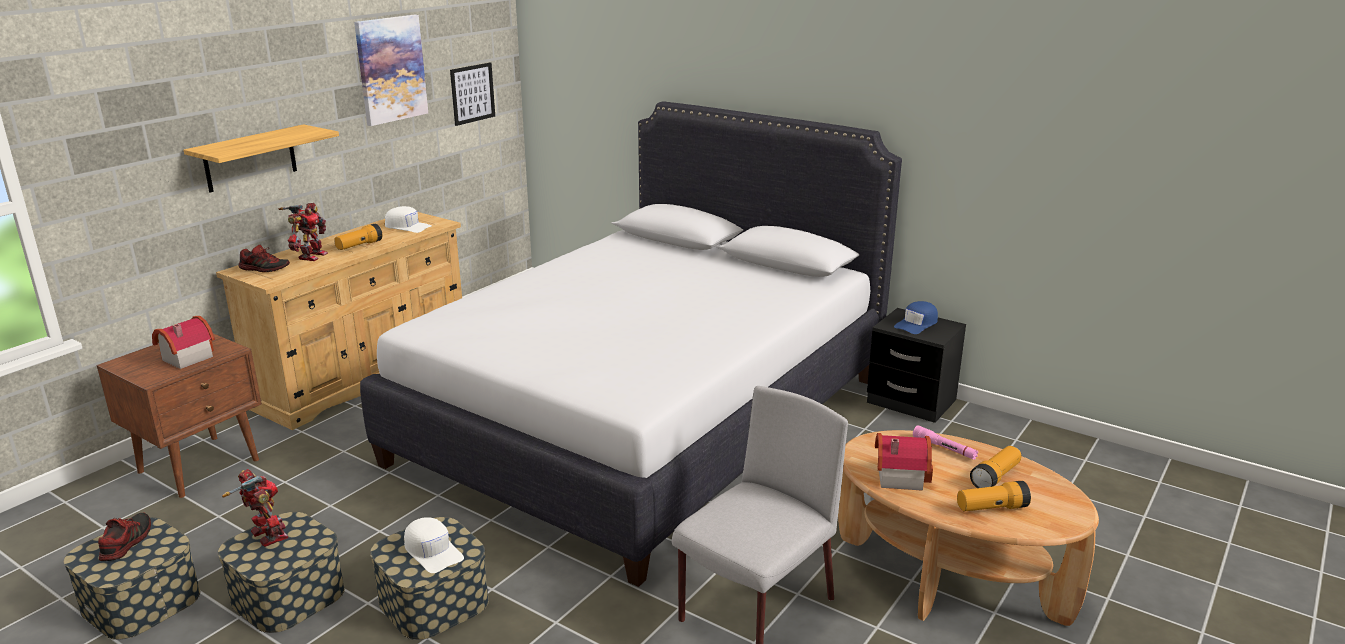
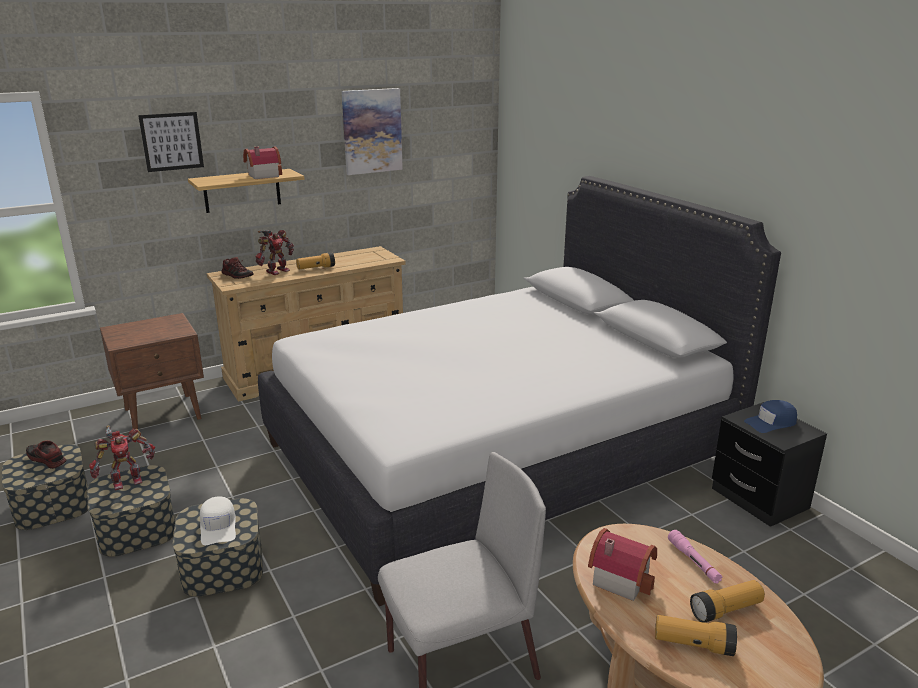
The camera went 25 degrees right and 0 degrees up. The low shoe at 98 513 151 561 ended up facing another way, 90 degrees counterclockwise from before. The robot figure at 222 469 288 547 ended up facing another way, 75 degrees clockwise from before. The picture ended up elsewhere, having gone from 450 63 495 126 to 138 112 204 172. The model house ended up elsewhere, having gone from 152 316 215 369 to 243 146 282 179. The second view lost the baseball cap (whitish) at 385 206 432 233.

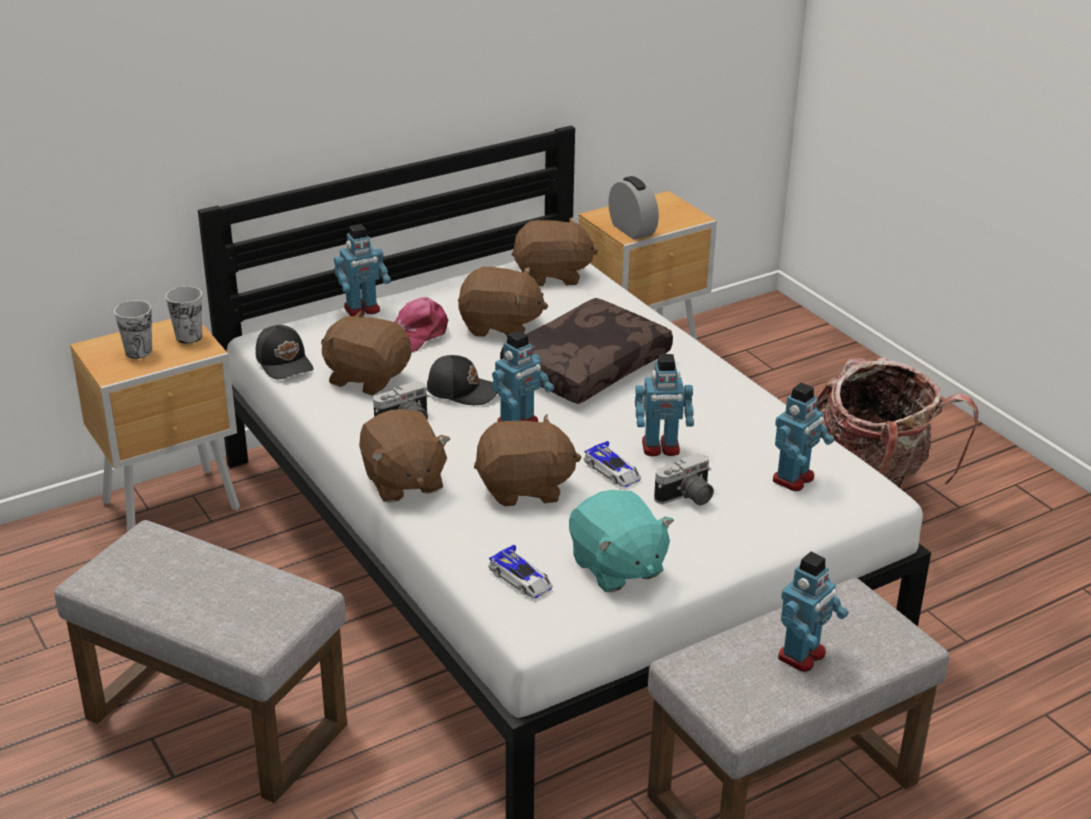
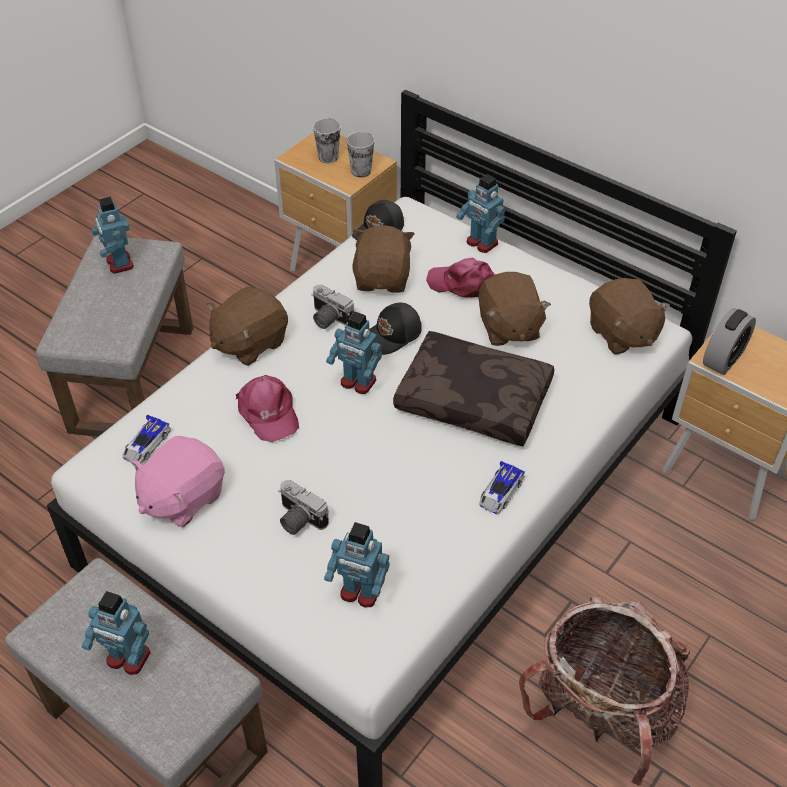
The camera went 70 degrees right and 15 degrees up. The robot figure ended up elsewhere, having gone from 635 354 694 456 to 91 197 134 274. What was the soft toy (turquoise) at 569 490 674 592 turned into the soft toy (pink) at 131 436 225 527. Where the soft toy (brown) stood at 474 415 582 506, the baseball cap (pink) came to stand at 235 375 299 442. The baseball cap (black-coloured) at 427 355 497 405 ended up facing another way, 60 degrees clockwise from before. The model car ended up elsewhere, having gone from 584 441 641 487 to 479 461 525 514.

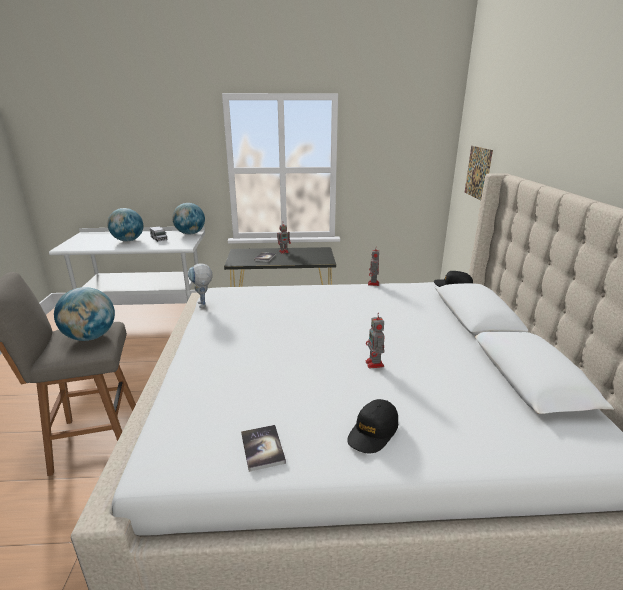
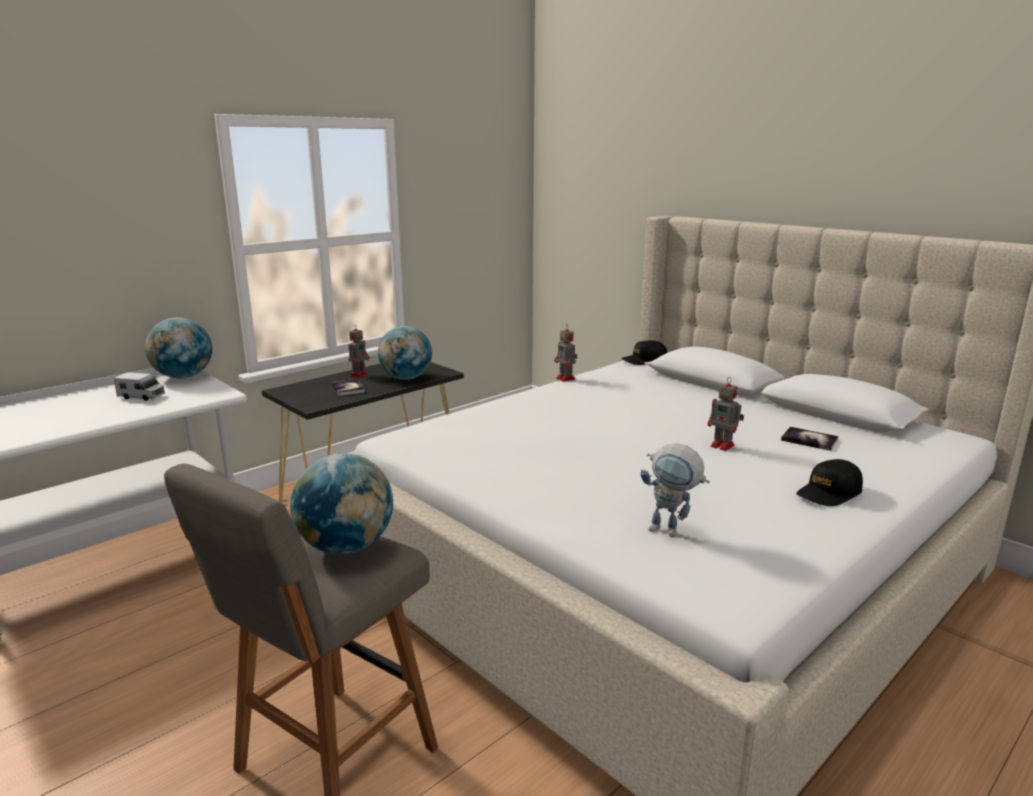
The camera went 40 degrees left and 5 degrees down. The desk globe ended up elsewhere, having gone from 107 208 143 241 to 378 326 432 380. The robot figure ended up elsewhere, having gone from 188 263 213 308 to 640 443 709 537. The bound book ended up elsewhere, having gone from 241 425 286 472 to 781 427 839 451. The baseball cap (black-coloured) at 347 399 398 453 ended up facing another way, 60 degrees clockwise from before. The second view lost the picture at 464 146 493 200.

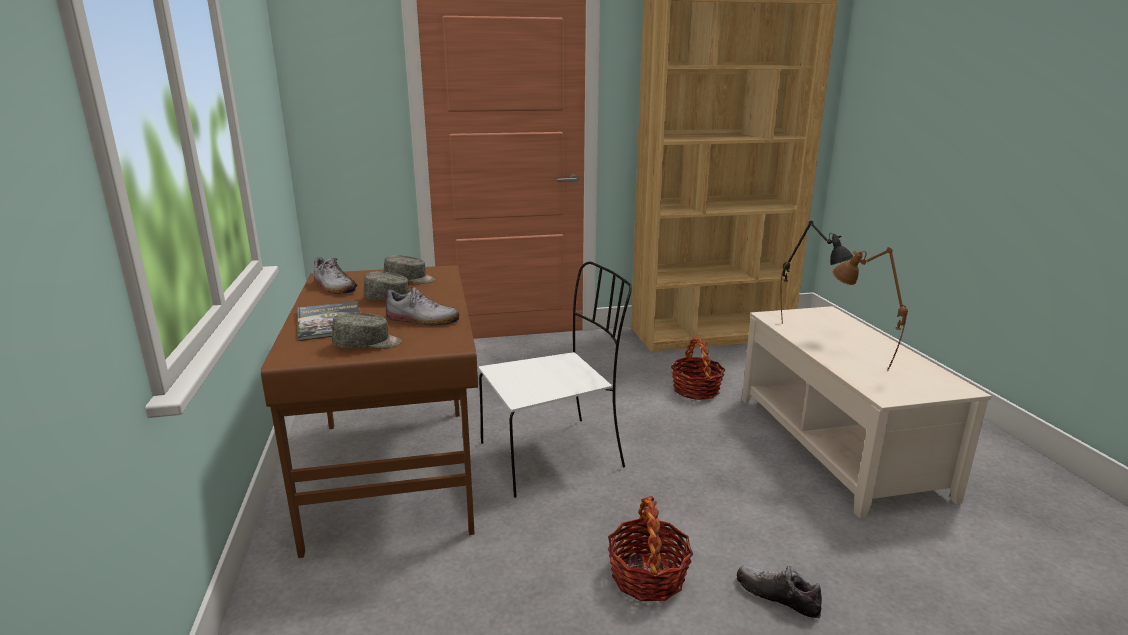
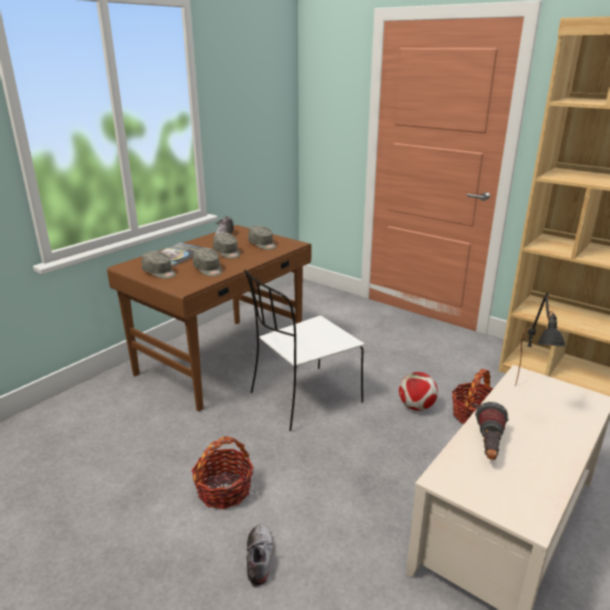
The camera went 50 degrees right and 5 degrees up. Where the low shoe stood at 386 287 459 325, the baseball cap (grey) came to stand at 193 248 222 276. The upright chair (whitish) at 479 261 632 498 ended up facing another way, 120 degrees clockwise from before. The second view gained the football ball at 399 372 438 411. Where the lamp for a table (brown) stood at 832 247 908 372, the flashlight came to stand at 475 402 509 460.

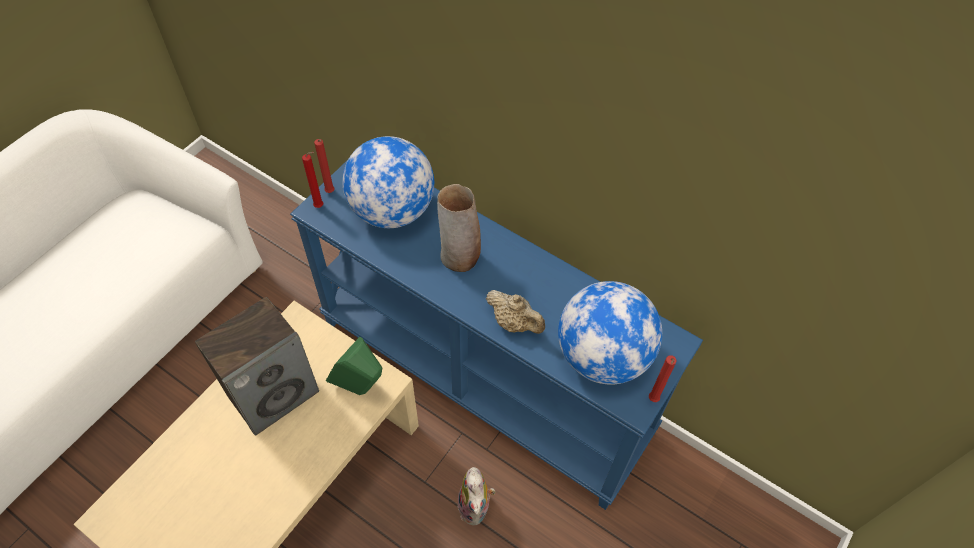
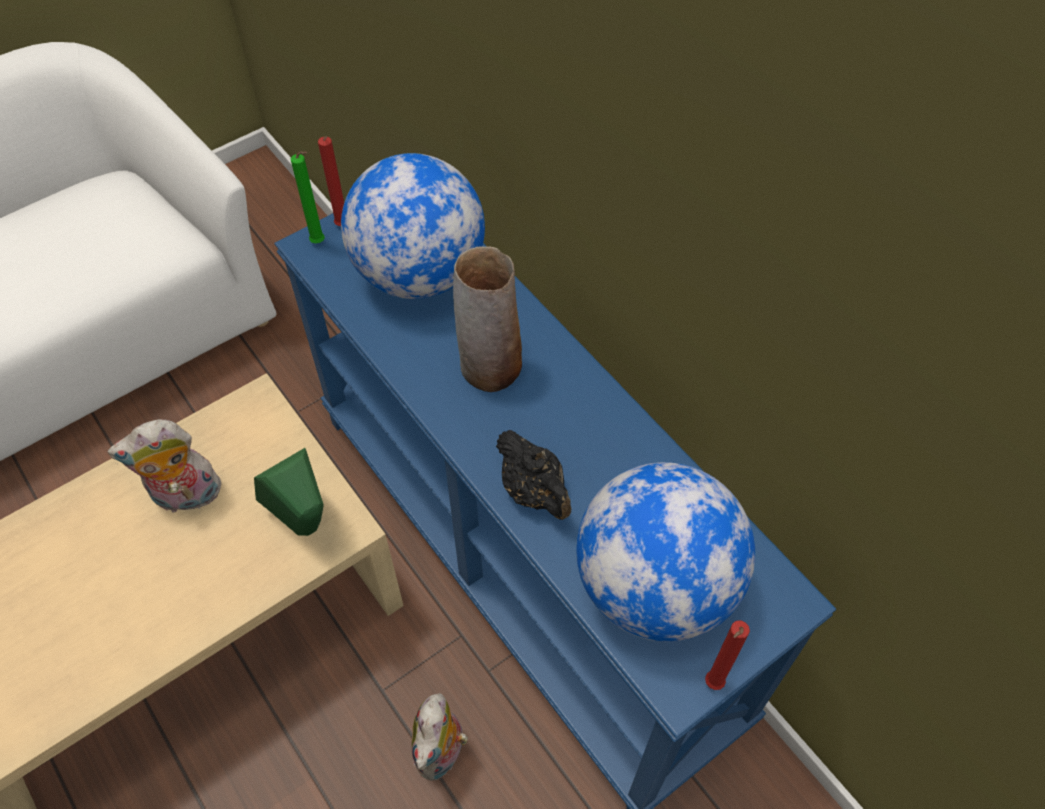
The camera went 20 degrees right and 0 degrees up. Where the speaker stood at 195 297 319 436, the soft toy came to stand at 108 419 222 513. What was the wax candle (reddish) at 302 152 323 208 turned into the wax candle (greenish) at 291 151 325 243. What was the teapot (beige) at 486 290 545 334 turned into the teapot (black-coloured) at 496 430 572 520.

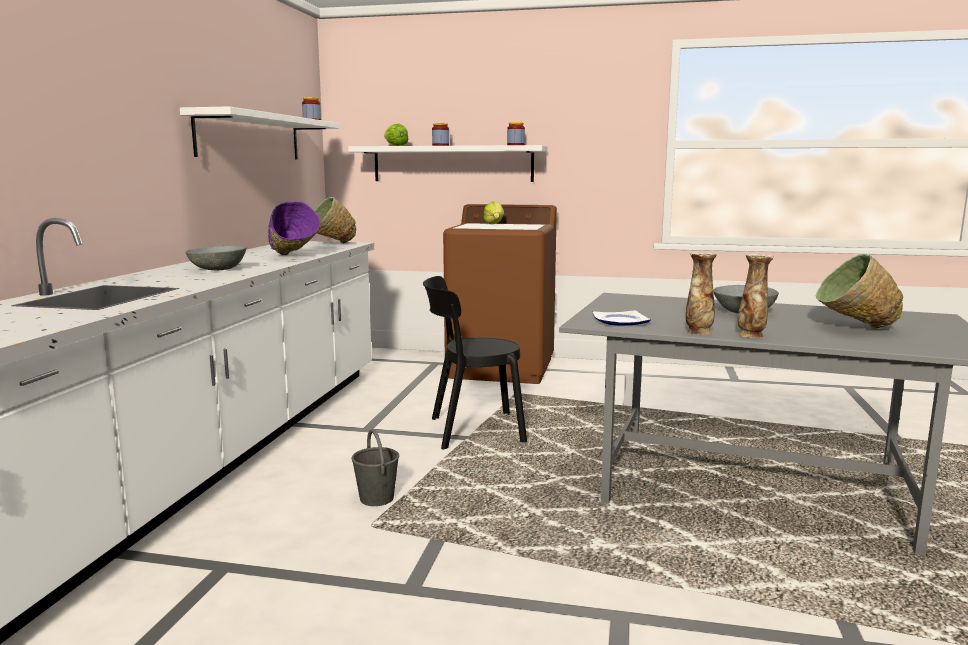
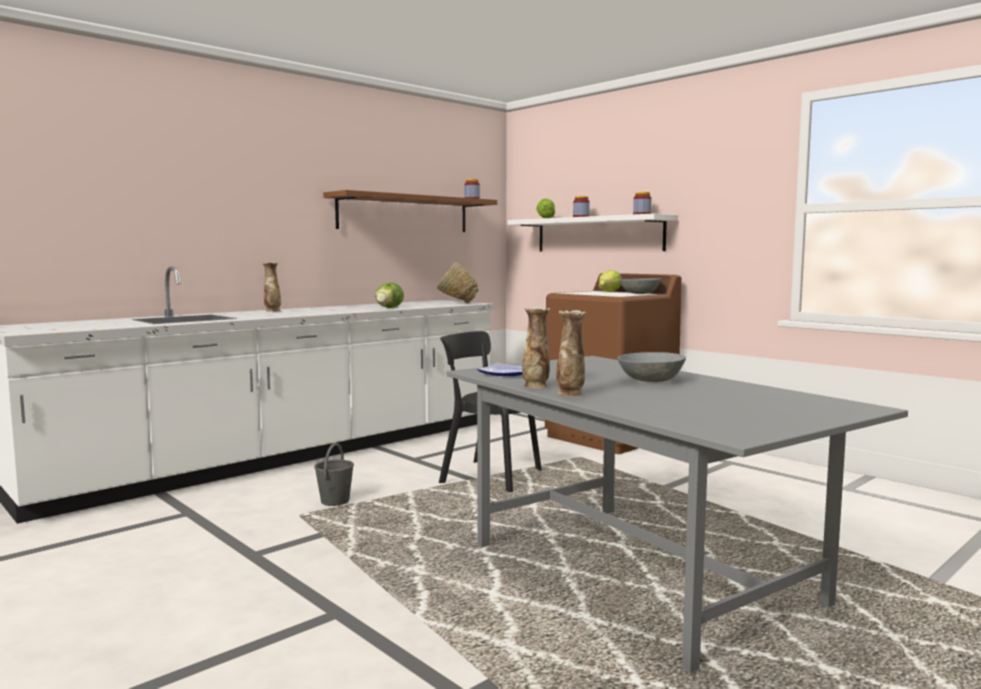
The camera went 35 degrees right and 5 degrees down. The second view gained the decorative vase at 262 262 281 312. What was the wall shelf (whitish) at 180 106 339 160 turned into the wall shelf (brown) at 323 190 497 232. Where the deep dish (purple-coloured) stood at 268 201 320 255, the lettuce head came to stand at 375 283 404 308. The deep dish (grey) ended up elsewhere, having gone from 185 246 247 270 to 619 278 661 294. The second view lost the deep dish (greenish) at 816 254 903 329.

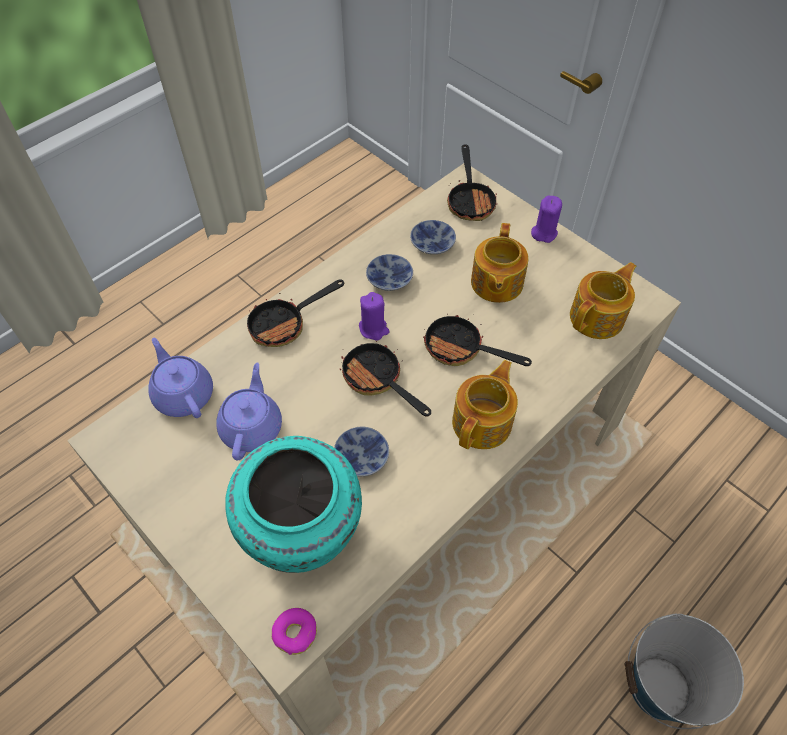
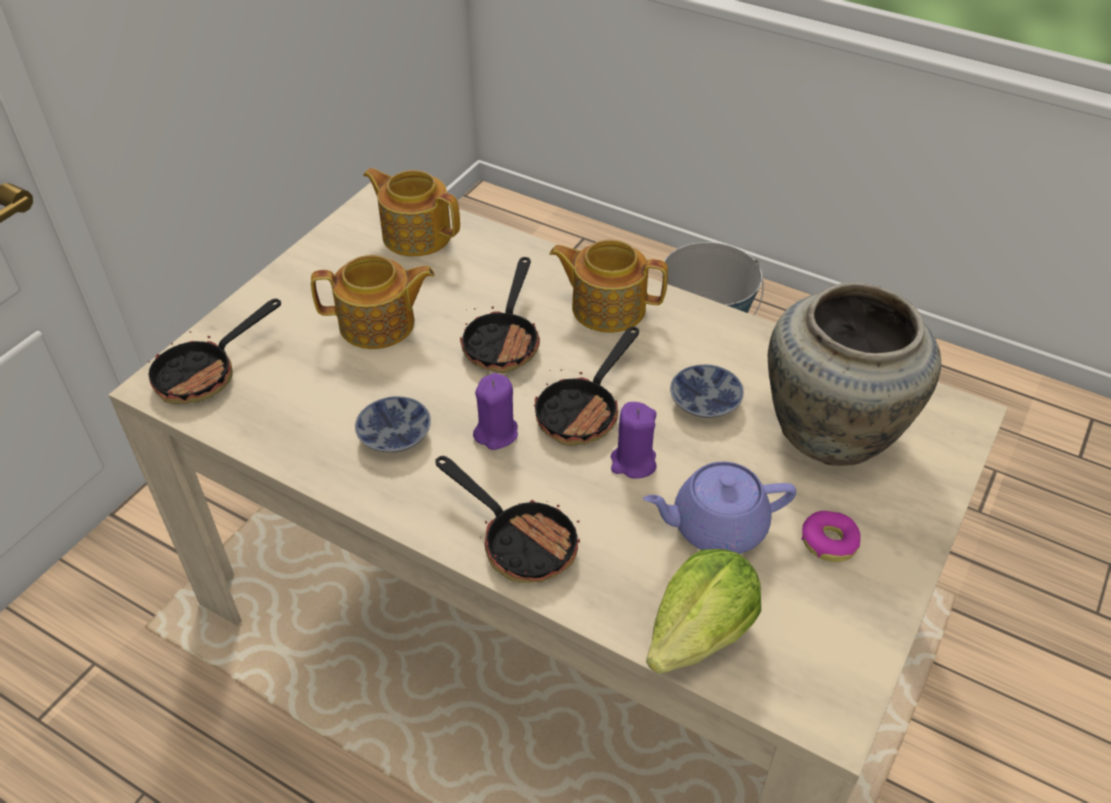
The camera went 105 degrees left and 10 degrees down. The pan at 447 144 497 221 ended up facing another way, 150 degrees clockwise from before. The wax candle (purple-coloured) ended up elsewhere, having gone from 531 196 562 243 to 610 402 657 479. Where the teapot (purple-coloured) stood at 148 338 213 418, the lettuce head came to stand at 646 549 761 674. What was the decorative vase (turquoise) at 225 436 362 573 turned into the decorative vase (beige) at 768 282 941 466. The ring doughnut ended up elsewhere, having gone from 272 608 317 655 to 801 511 861 562. The second view lost the deep dish at 410 220 456 254.

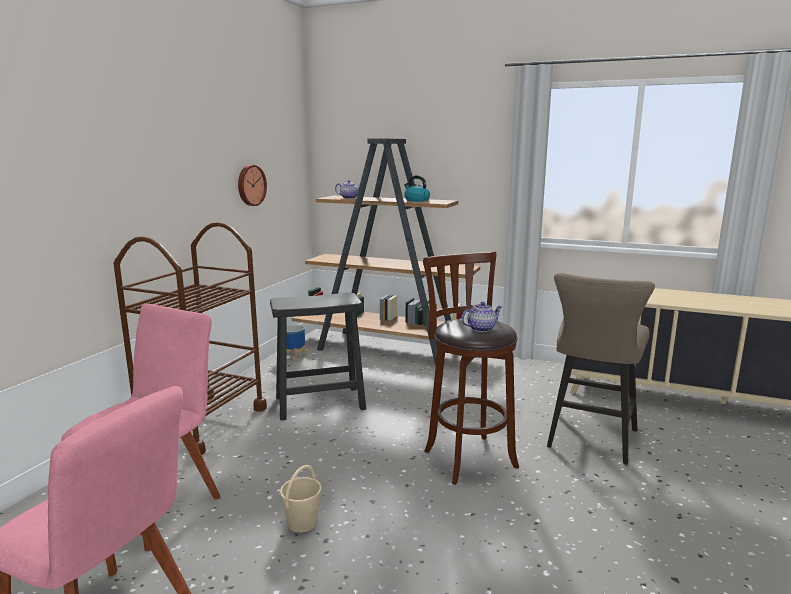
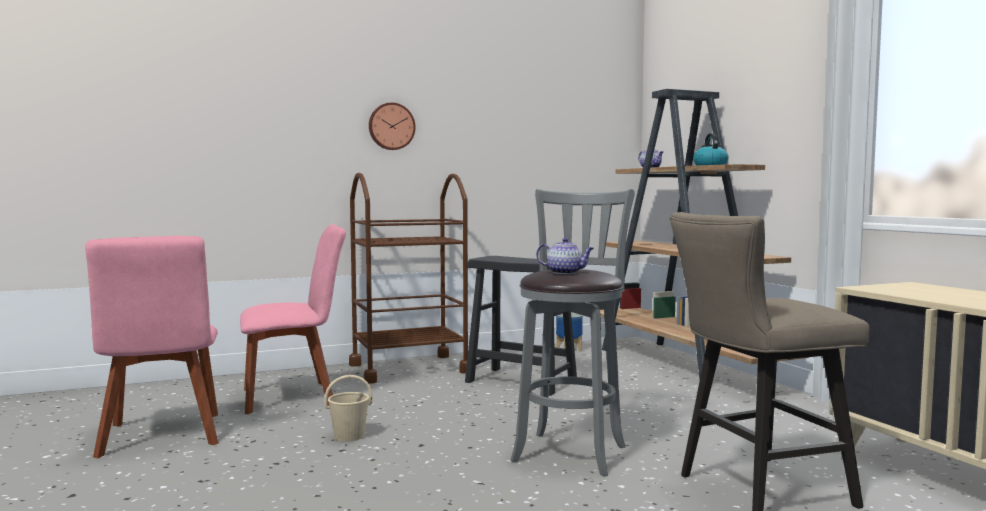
The camera went 45 degrees right and 10 degrees down. The hanging clock ended up elsewhere, having gone from 238 165 267 206 to 369 102 416 150. What was the stool (brown) at 423 251 519 485 turned into the stool (grey) at 510 189 635 477.

